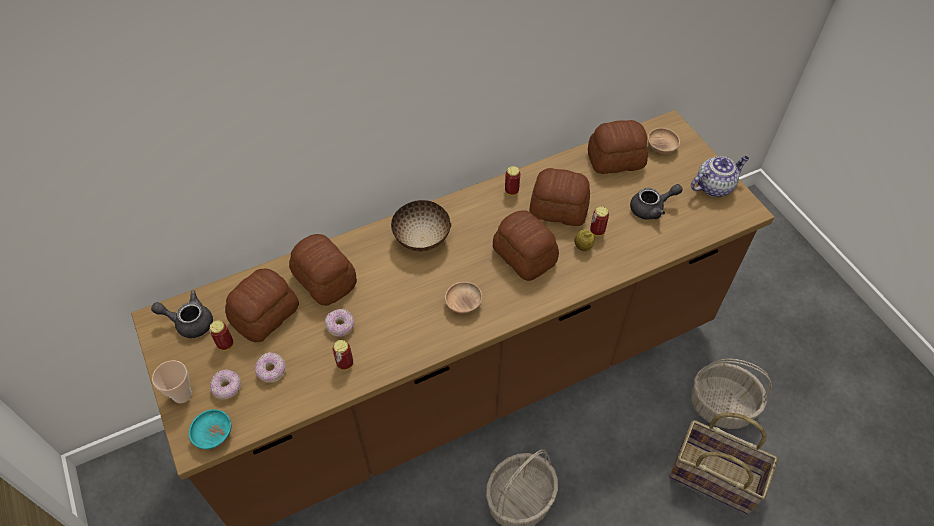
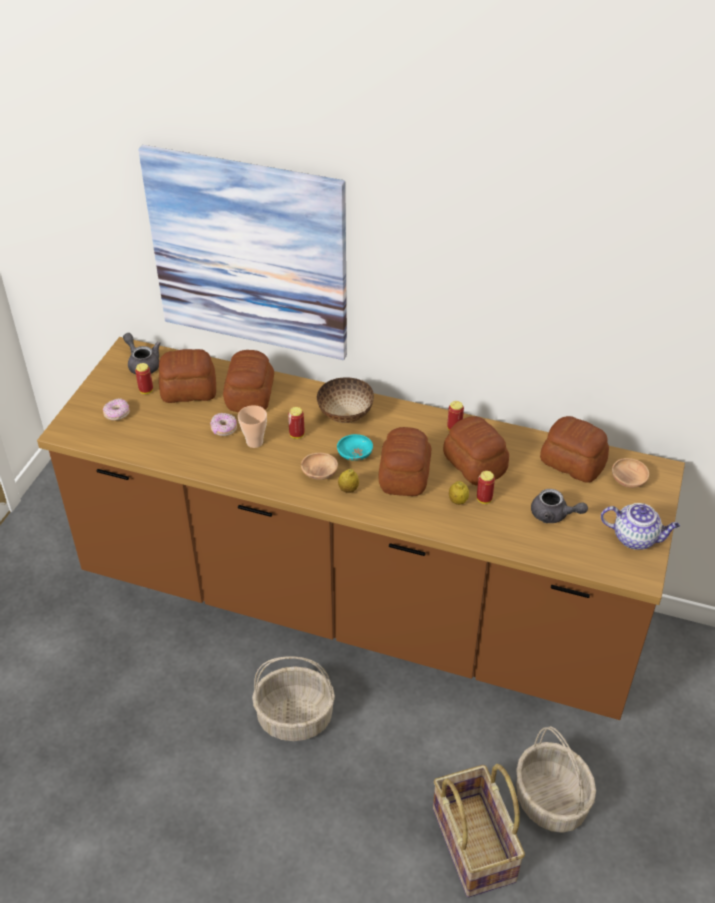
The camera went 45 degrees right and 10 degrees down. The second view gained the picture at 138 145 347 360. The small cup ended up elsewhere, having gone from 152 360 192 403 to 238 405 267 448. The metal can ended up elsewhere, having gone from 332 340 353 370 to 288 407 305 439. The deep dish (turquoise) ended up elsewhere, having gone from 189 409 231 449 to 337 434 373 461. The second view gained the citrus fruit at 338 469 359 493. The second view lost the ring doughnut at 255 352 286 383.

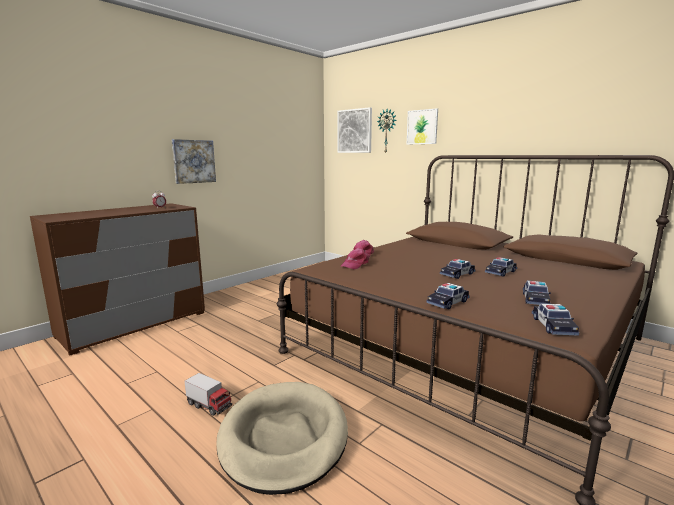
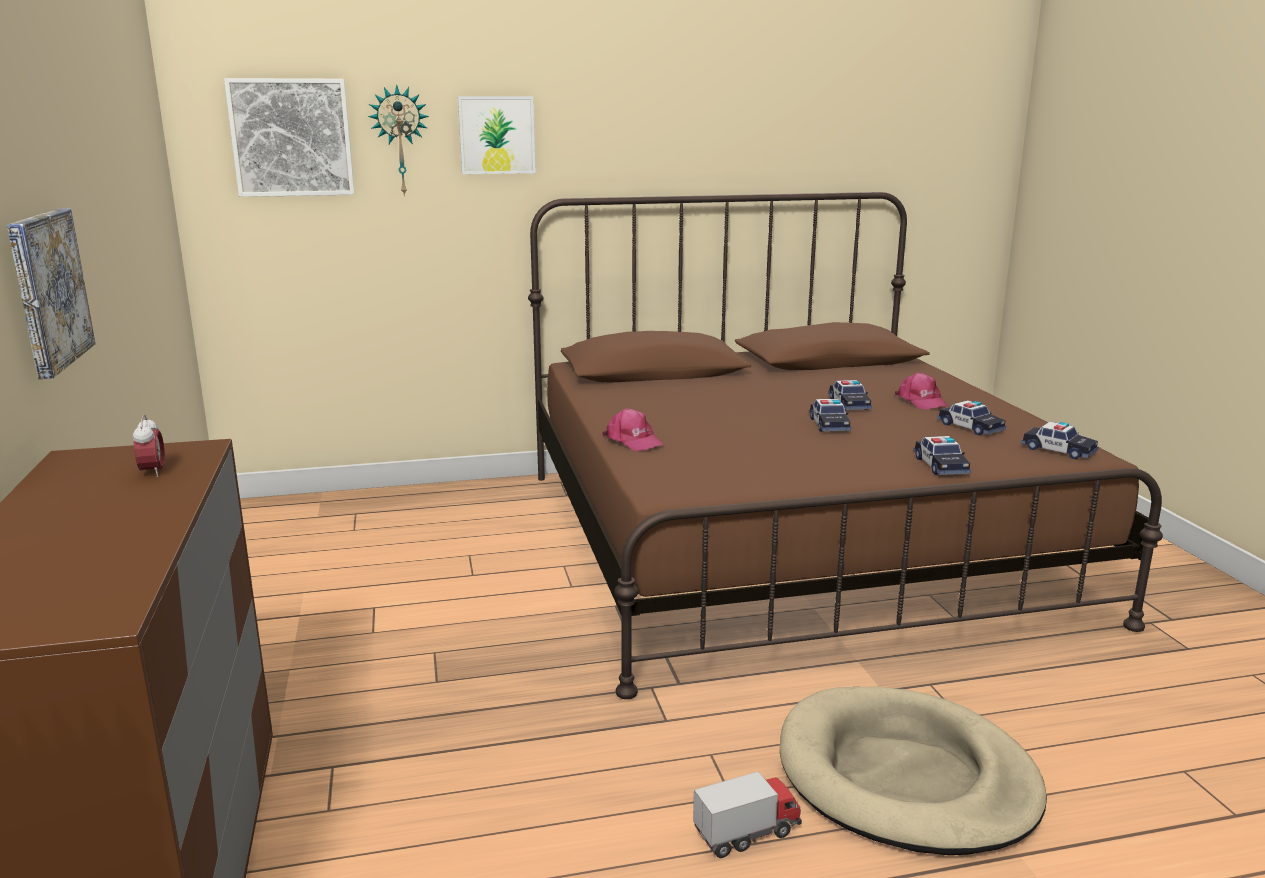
The camera went 55 degrees left and 5 degrees up. The baseball cap (pink) ended up elsewhere, having gone from 340 248 369 269 to 895 372 948 409.

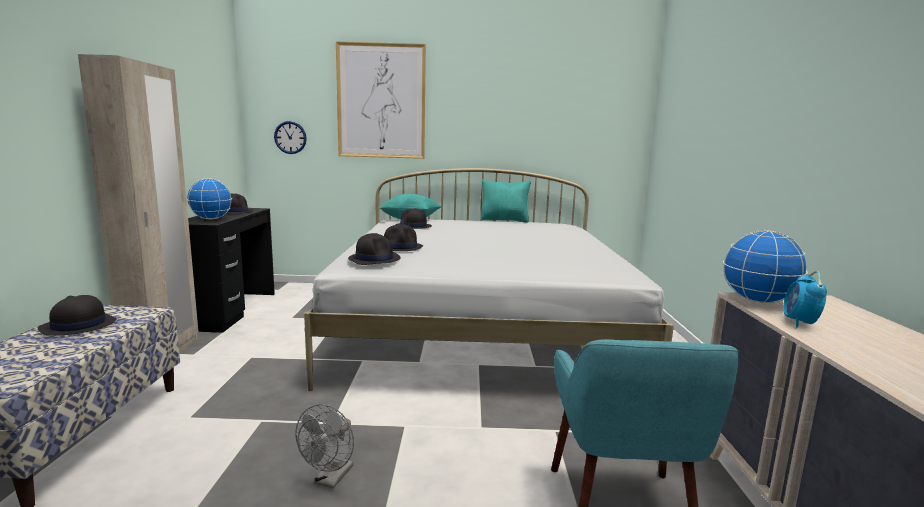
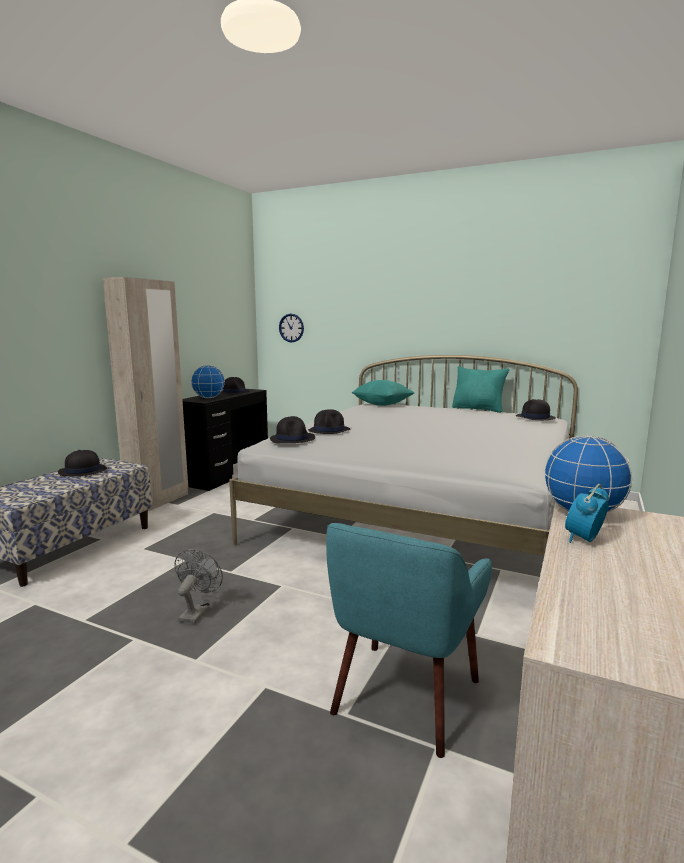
The camera went 25 degrees right and 0 degrees up. The electric fan (grey) at 296 404 354 489 ended up facing another way, 150 degrees clockwise from before. The hat (black-coloured) ended up elsewhere, having gone from 395 208 432 229 to 516 399 556 420. The second view lost the picture at 336 41 426 159.

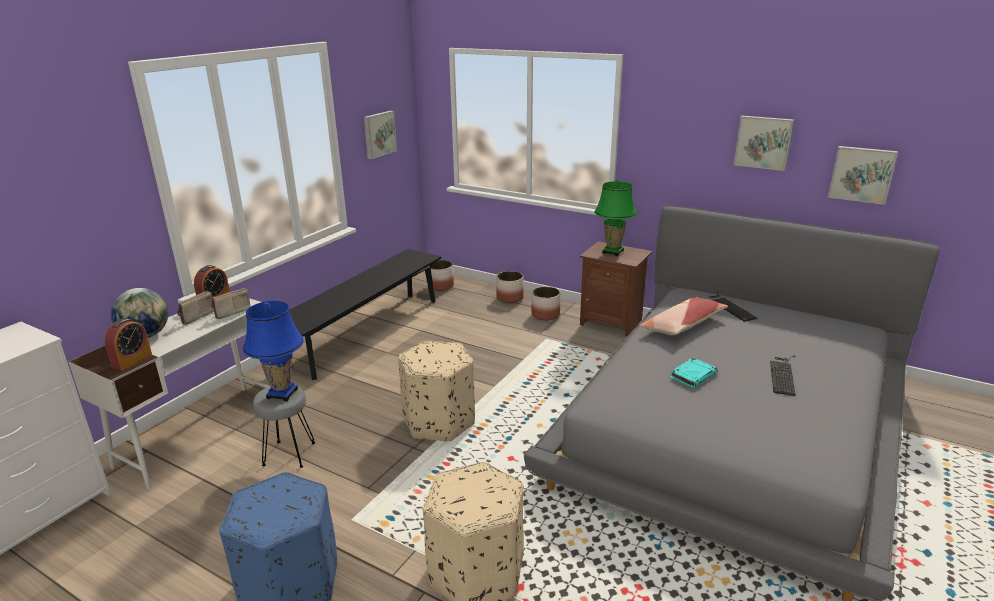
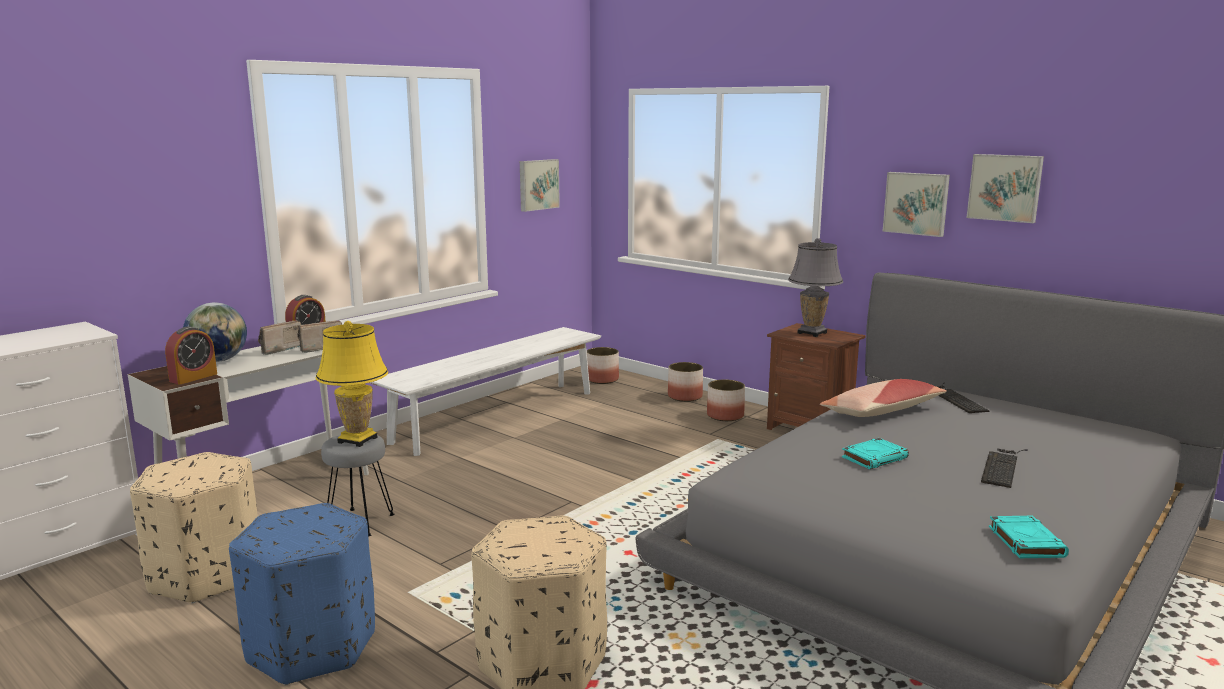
The camera went 10 degrees right and 10 degrees down. The ottoman (beige) ended up elsewhere, having gone from 398 341 475 441 to 130 452 258 603. What was the lamp for a table (blue) at 243 301 304 401 turned into the lamp for a table (yellow) at 316 321 388 447. What was the indoor bench (black-coloured) at 290 249 442 380 turned into the indoor bench (whitish) at 370 327 601 456. What was the lamp for a table (greenish) at 595 180 637 256 turned into the lamp for a table (grey) at 788 238 843 337. The picture ended up elsewhere, having gone from 828 146 898 205 to 883 172 950 237. The second view gained the bound book (turquoise) at 989 516 1069 558.

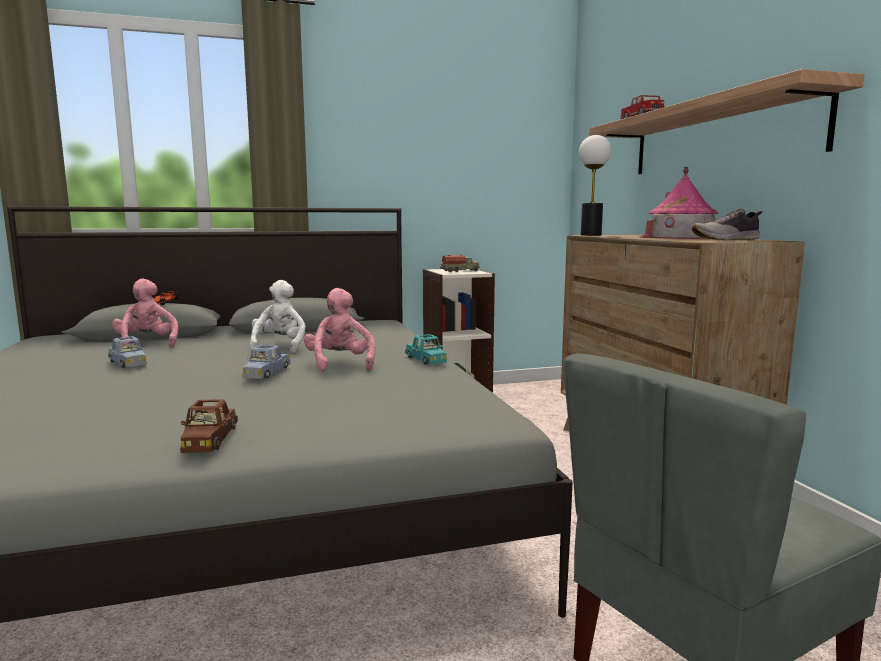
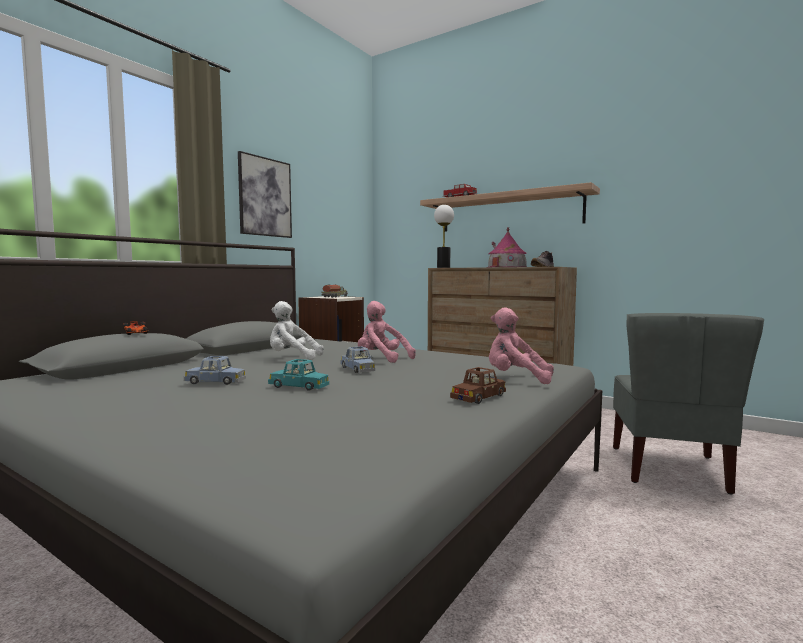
The camera went 40 degrees left and 5 degrees down. The second view gained the picture at 238 151 292 238. The model car (turquoise) ended up elsewhere, having gone from 405 334 447 365 to 268 359 329 391. The soft toy (whitish) at 249 280 306 353 ended up facing another way, 45 degrees counterclockwise from before. The model car (brown) at 180 399 238 453 ended up facing another way, 90 degrees counterclockwise from before. The soft toy (pink) ended up elsewhere, having gone from 112 278 178 348 to 489 307 554 384.

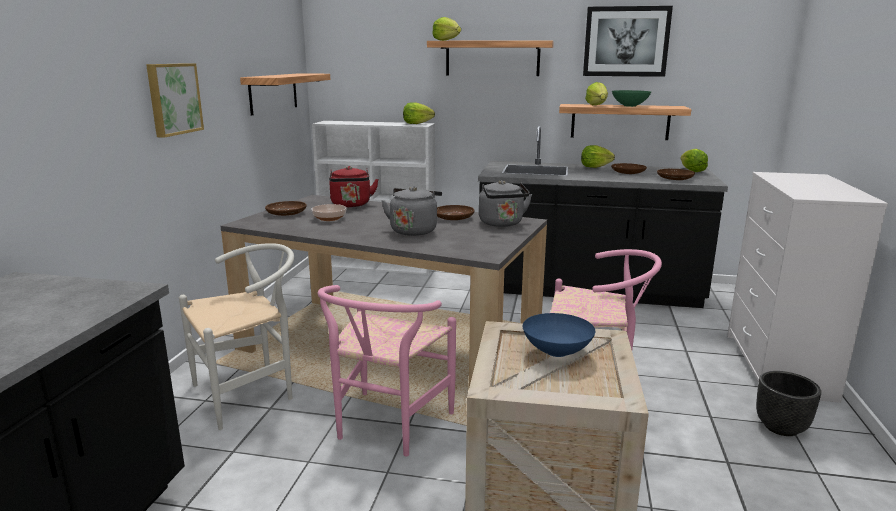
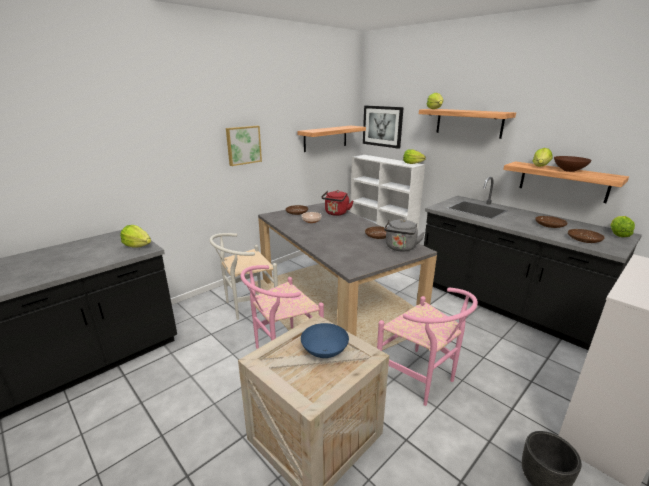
The camera went 35 degrees right and 5 degrees up. The lettuce head ended up elsewhere, having gone from 581 145 615 168 to 120 225 151 248. The upright chair (whitish) at 179 243 294 430 ended up facing another way, 150 degrees clockwise from before. The picture ended up elsewhere, having gone from 583 6 673 77 to 363 106 404 149. What was the deep dish (greenish) at 612 90 651 107 turned into the deep dish (brown) at 554 156 592 172. The second view lost the kettle (grey) at 382 187 442 236.

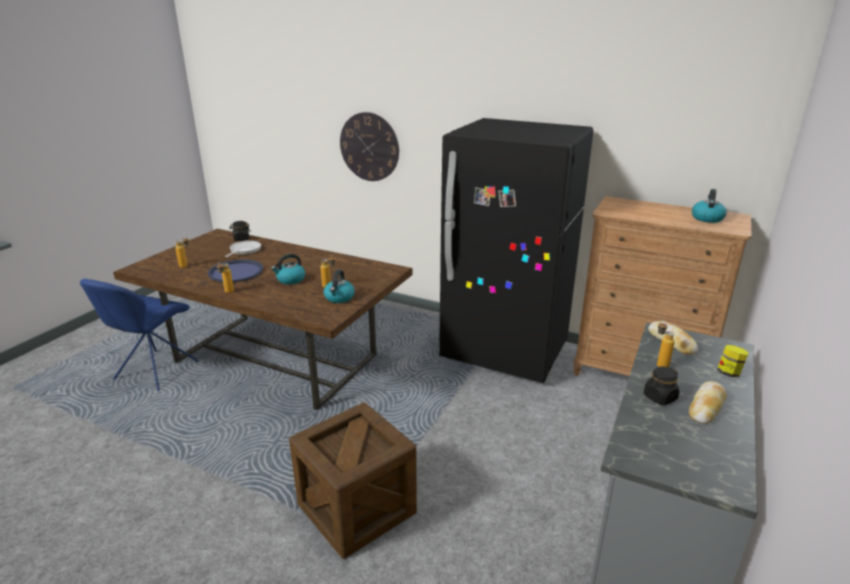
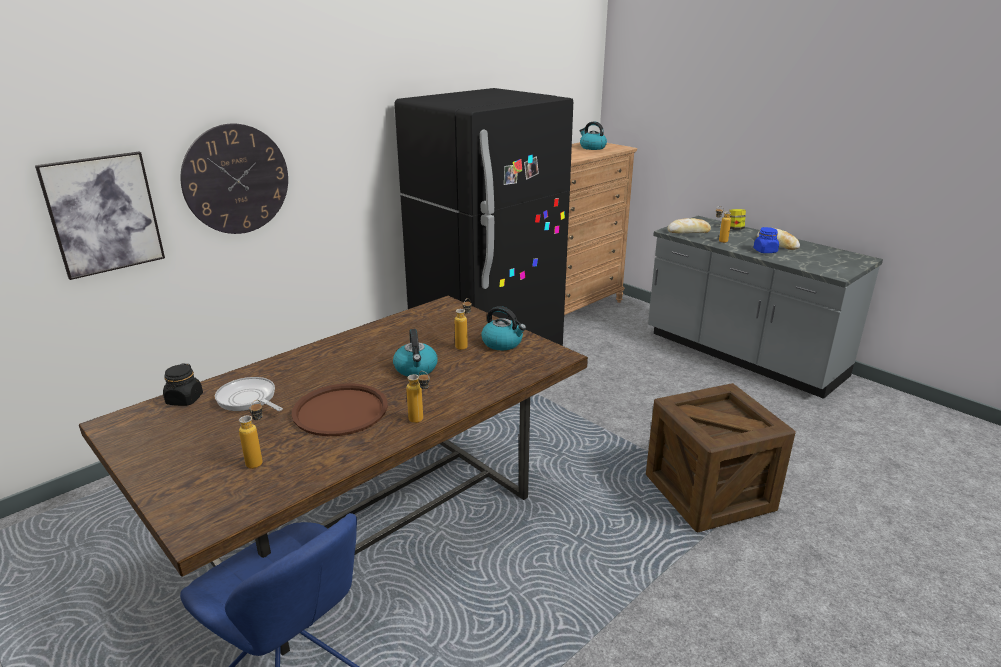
The camera went 70 degrees left and 0 degrees up. The second view gained the picture at 35 152 165 280. What was the carrying tray (blue) at 208 259 263 282 turned into the carrying tray (brown) at 292 383 388 436. What was the jar (black-coloured) at 644 366 679 405 turned into the jar (blue) at 753 227 779 253.

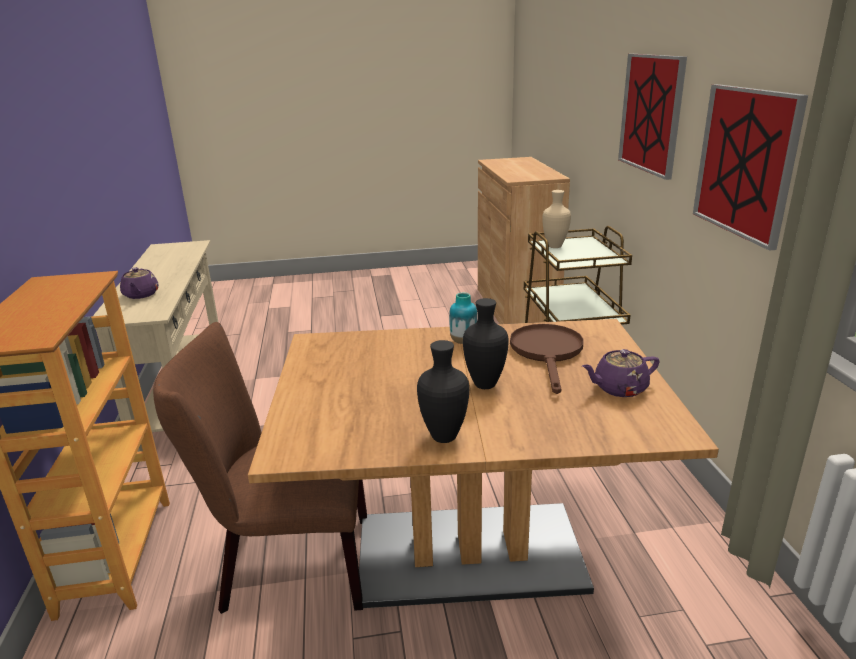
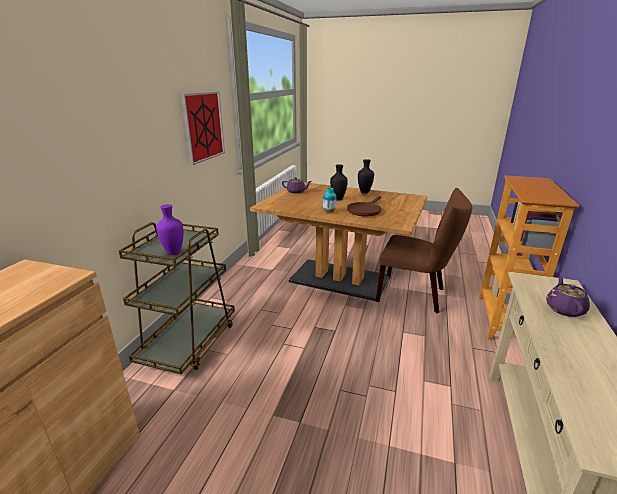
The camera went 155 degrees left and 0 degrees up. What was the decorative vase (beige) at 542 190 571 248 turned into the decorative vase (purple-coloured) at 156 204 183 255. The pan (brown) ended up elsewhere, having gone from 510 324 584 394 to 347 196 381 216. The second view lost the picture at 618 54 687 180.

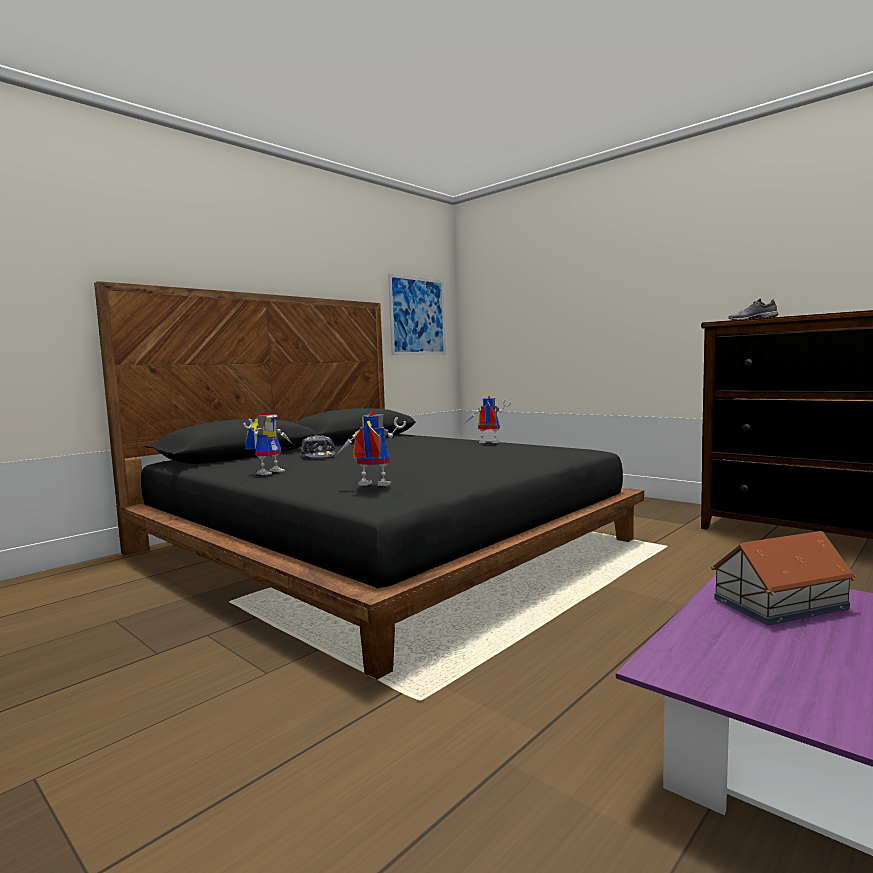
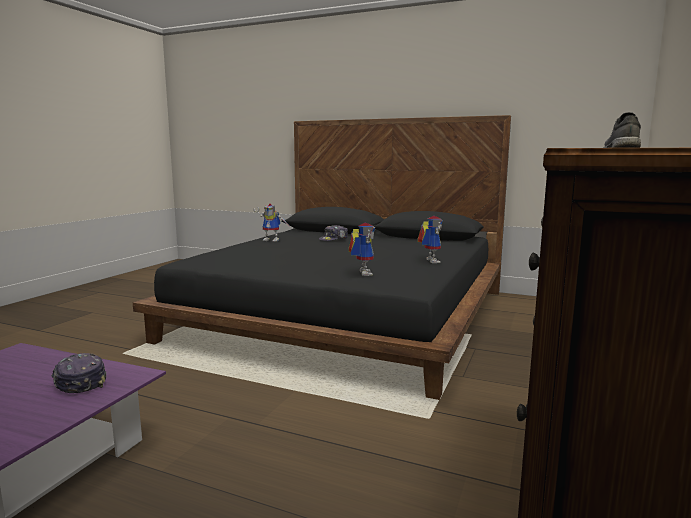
The camera went 70 degrees right and 5 degrees up. Where the model house stood at 710 531 856 626, the baseball cap came to stand at 51 353 106 393. The robot figure ended up elsewhere, having gone from 337 411 406 486 to 348 223 375 276. The second view lost the picture at 388 274 446 355.

